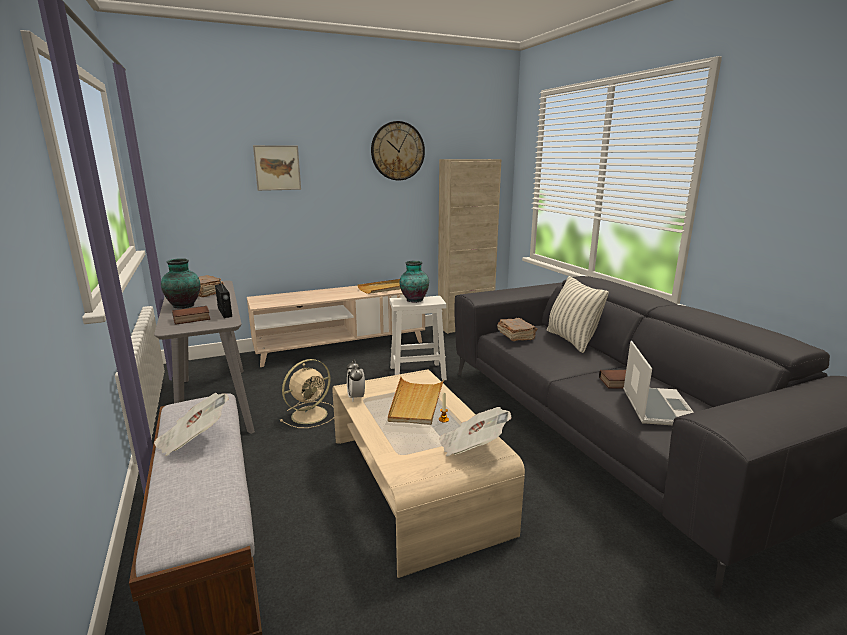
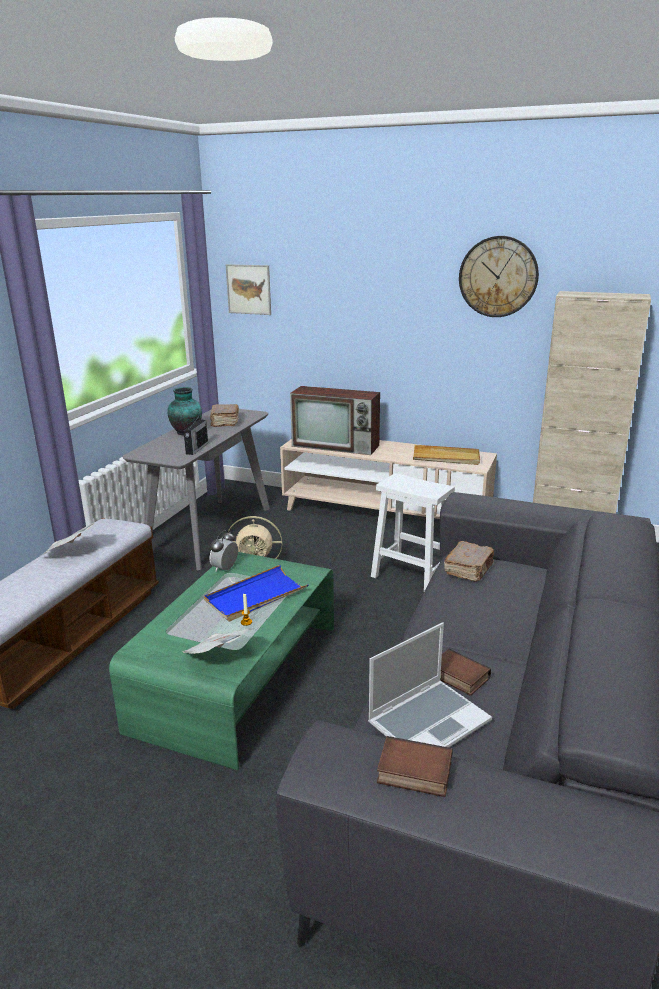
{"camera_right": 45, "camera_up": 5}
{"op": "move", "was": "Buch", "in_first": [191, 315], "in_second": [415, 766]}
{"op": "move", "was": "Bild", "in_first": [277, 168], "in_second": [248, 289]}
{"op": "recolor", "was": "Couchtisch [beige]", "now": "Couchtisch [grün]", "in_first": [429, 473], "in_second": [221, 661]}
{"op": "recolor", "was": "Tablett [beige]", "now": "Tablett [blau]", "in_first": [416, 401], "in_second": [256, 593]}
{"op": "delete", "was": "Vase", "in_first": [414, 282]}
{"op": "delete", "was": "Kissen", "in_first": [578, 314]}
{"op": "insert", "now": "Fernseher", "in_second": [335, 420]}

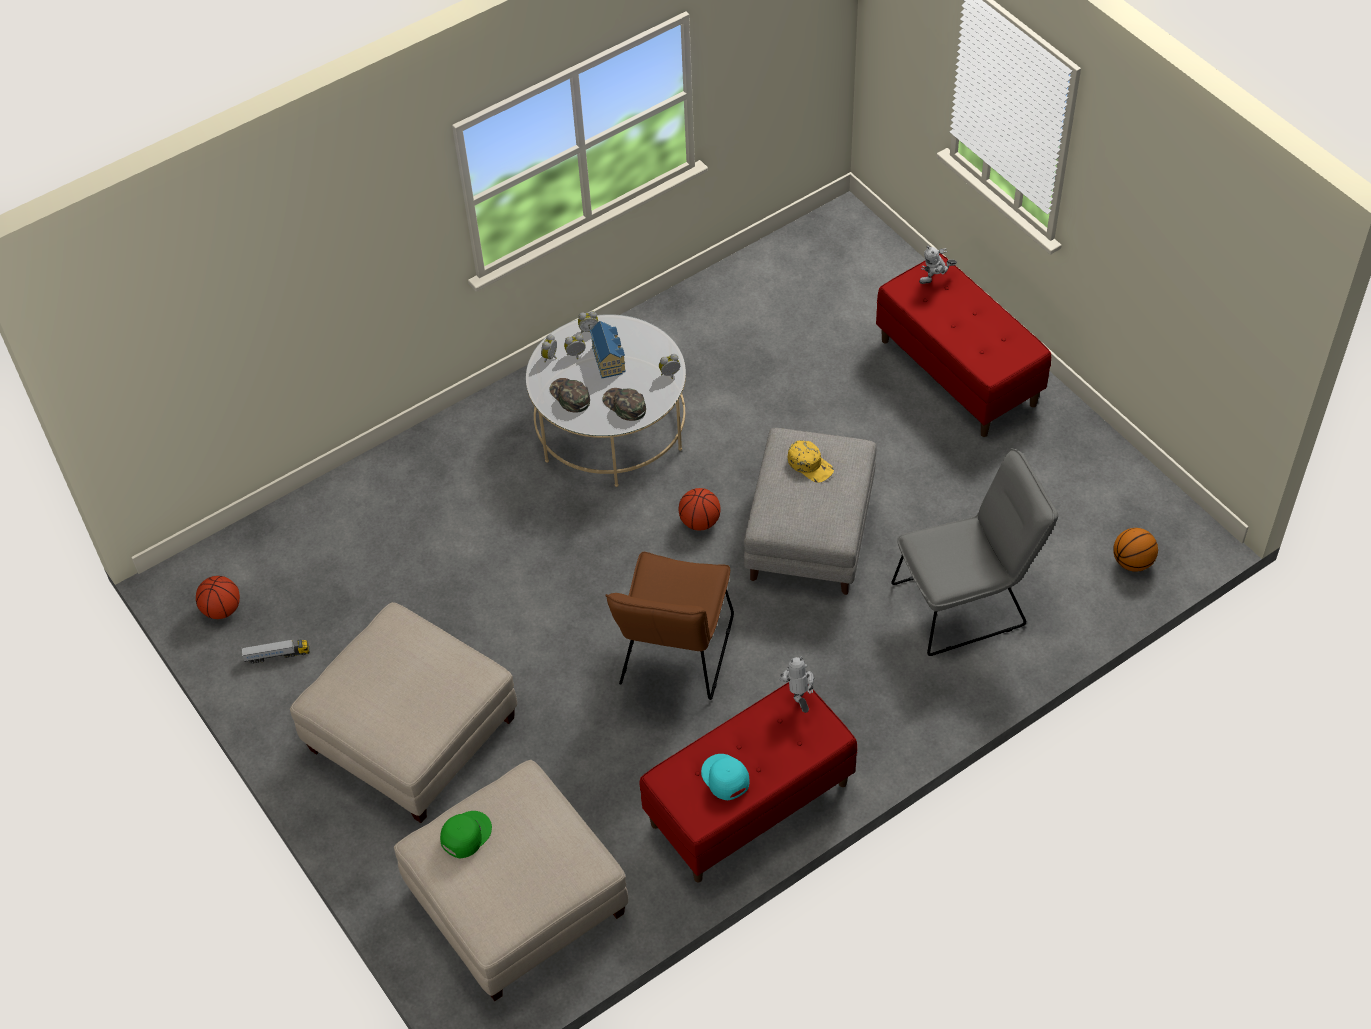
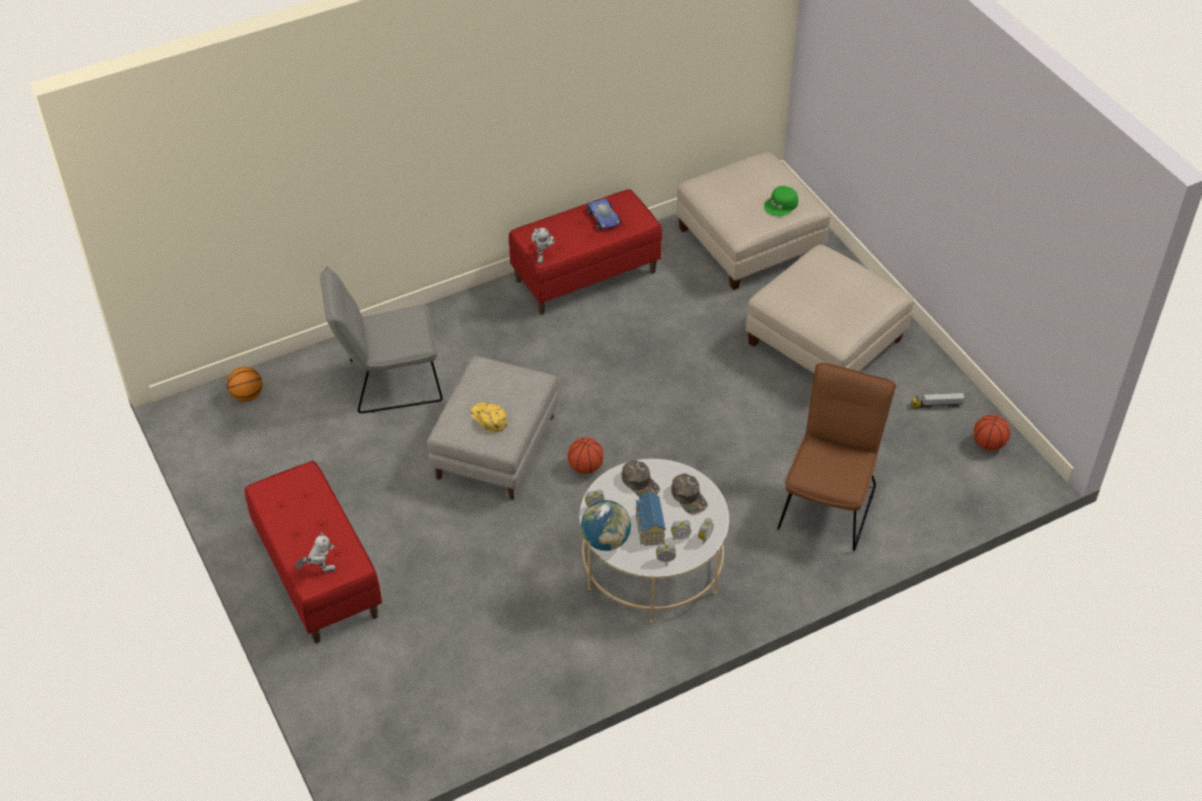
{"camera_right": -175, "camera_up": -5}
{"op": "move", "was": "Stuhl [braun]", "in_first": [669, 626], "in_second": [836, 457]}
{"op": "replace", "was": "Kappe [türkis]", "now": "Spielzeugauto", "in_first": [725, 777], "in_second": [604, 213]}
{"op": "insert", "now": "Globus", "in_second": [606, 525]}

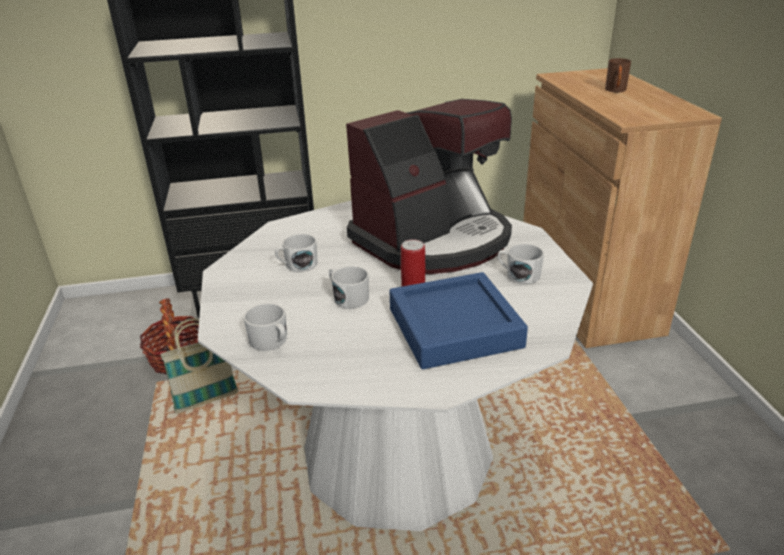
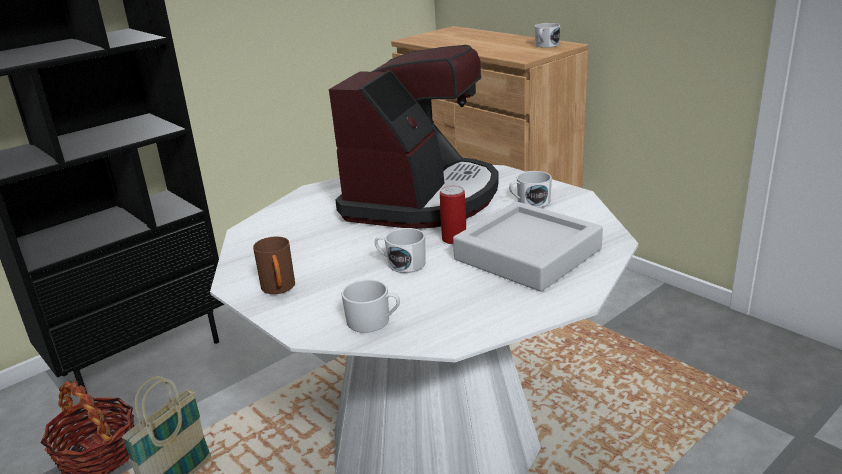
{"camera_right": -30, "camera_up": -5}
{"op": "move", "was": "Henkelbecher [weiß]", "in_first": [296, 253], "in_second": [547, 35]}
{"op": "recolor", "was": "Tablett [blau]", "now": "Tablett [grau]", "in_first": [458, 320], "in_second": [528, 247]}
{"op": "move", "was": "Henkelbecher [braun]", "in_first": [618, 75], "in_second": [274, 265]}

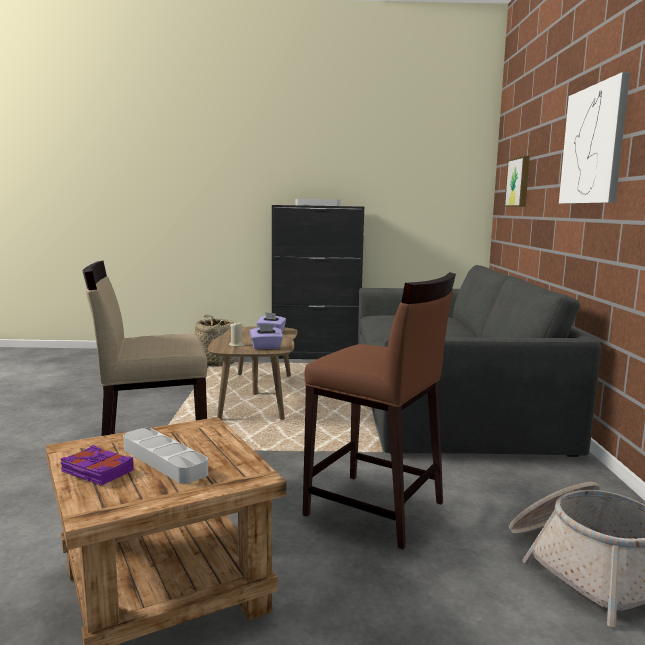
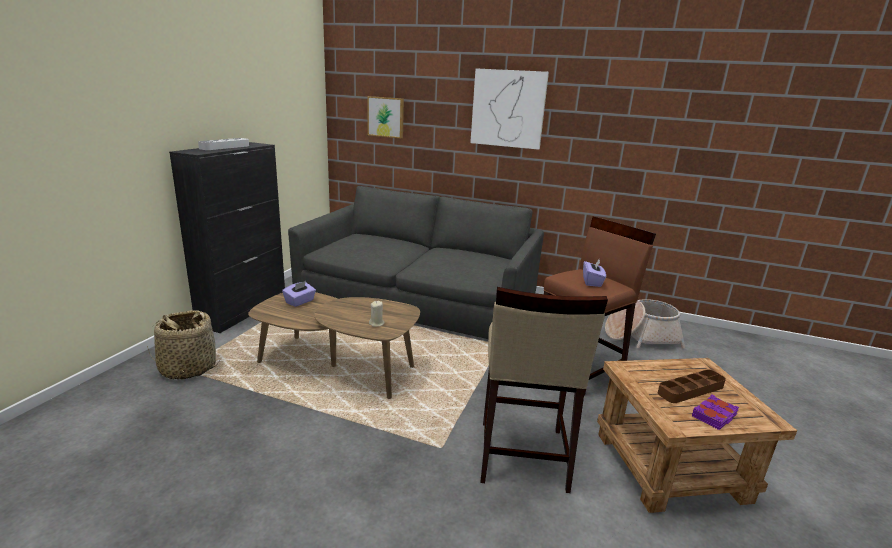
{"camera_right": -70, "camera_up": 10}
{"op": "recolor", "was": "Tablett [grau]", "now": "Tablett [braun]", "in_first": [165, 456], "in_second": [692, 386]}
{"op": "move", "was": "Taschentuchbox [lila]", "in_first": [266, 336], "in_second": [594, 273]}

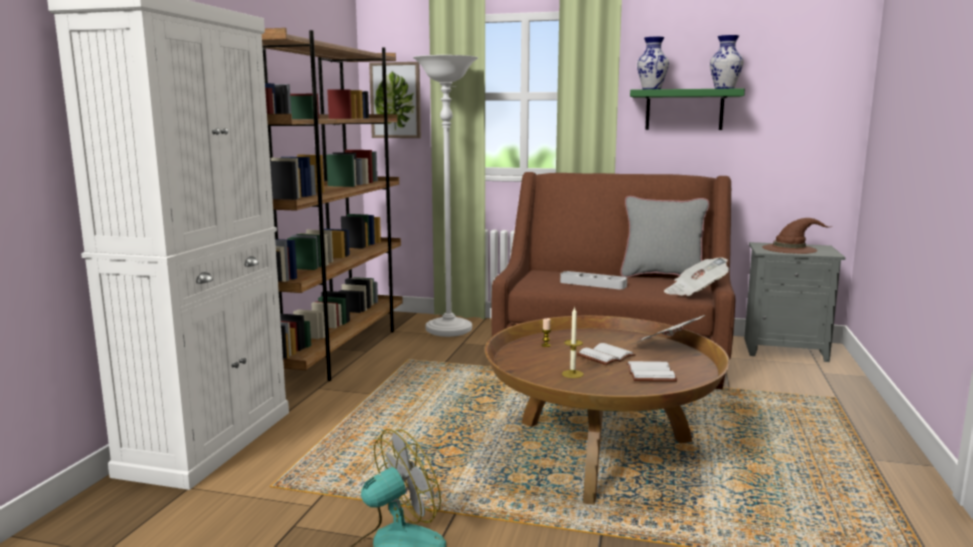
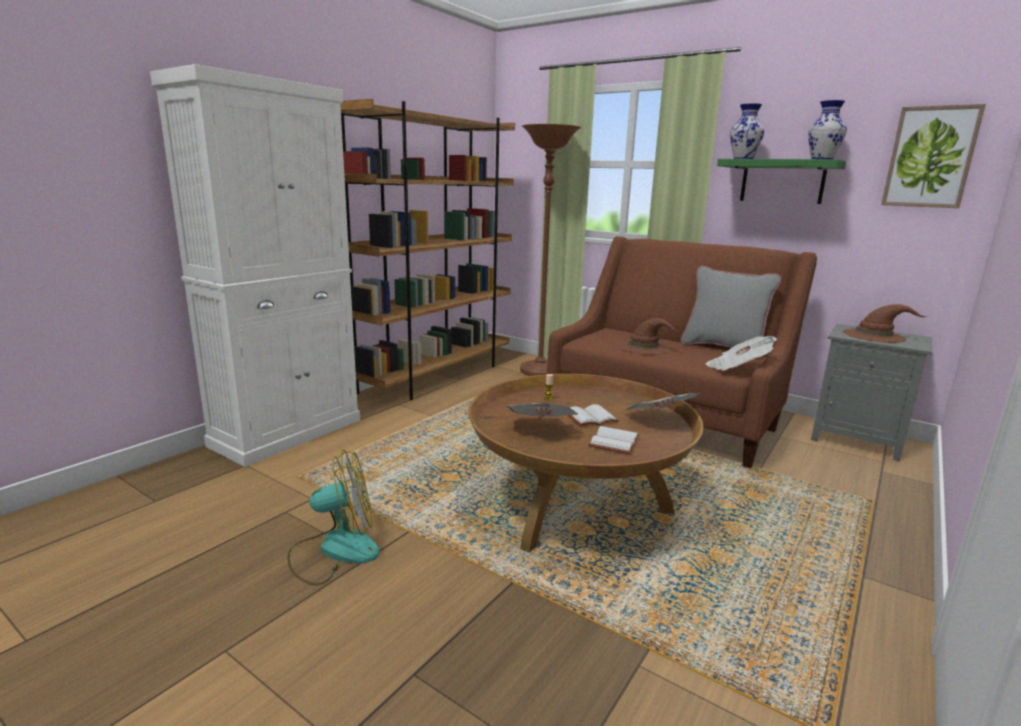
{"camera_right": 20, "camera_up": 5}
{"op": "move", "was": "Bild", "in_first": [395, 100], "in_second": [933, 156]}
{"op": "recolor", "was": "Stehlampe [weiß]", "now": "Stehlampe [braun]", "in_first": [445, 196], "in_second": [550, 250]}
{"op": "replace", "was": "Tablett [grau]", "now": "Hut [braun]", "in_first": [593, 280], "in_second": [647, 336]}
{"op": "replace", "was": "Kerze", "now": "Zeitung", "in_first": [573, 342], "in_second": [541, 410]}

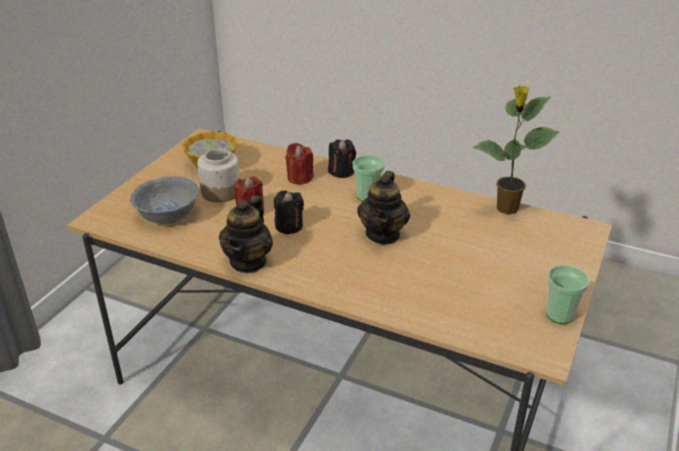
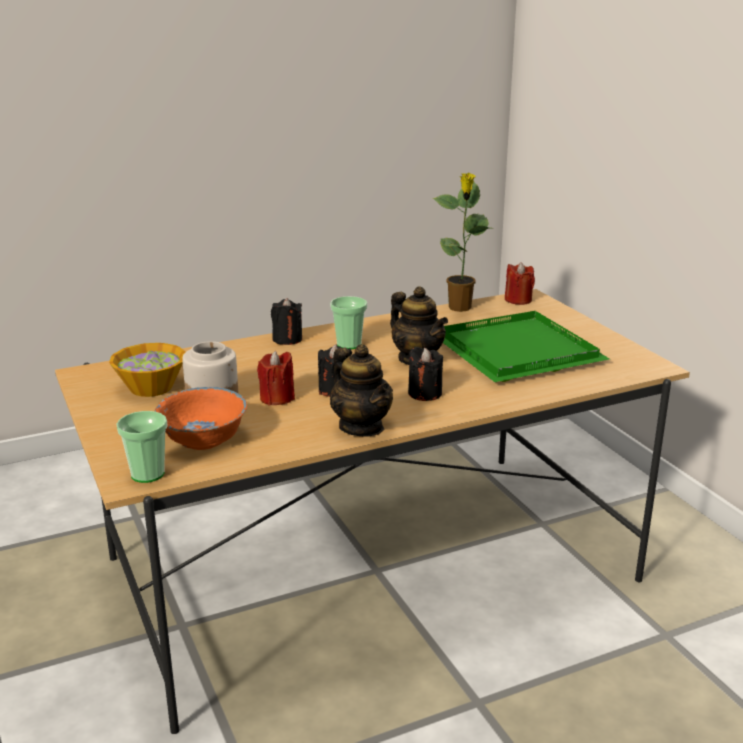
{"camera_right": -50, "camera_up": -10}
{"op": "recolor", "was": "Schüssel [grau]", "now": "Schüssel [orange]", "in_first": [164, 200], "in_second": [200, 418]}
{"op": "move", "was": "Kerze [rot]", "in_first": [299, 163], "in_second": [520, 283]}
{"op": "move", "was": "Tasse", "in_first": [568, 294], "in_second": [141, 447]}
{"op": "insert", "now": "Kerze [schwarz]", "in_second": [425, 374]}
{"op": "insert", "now": "Tablett [grün]", "in_second": [526, 346]}

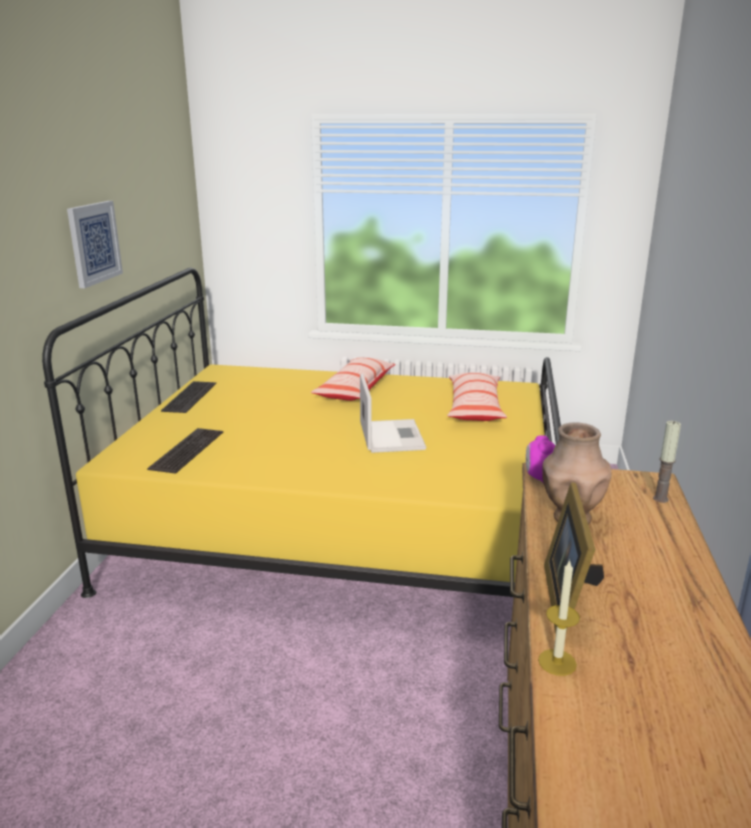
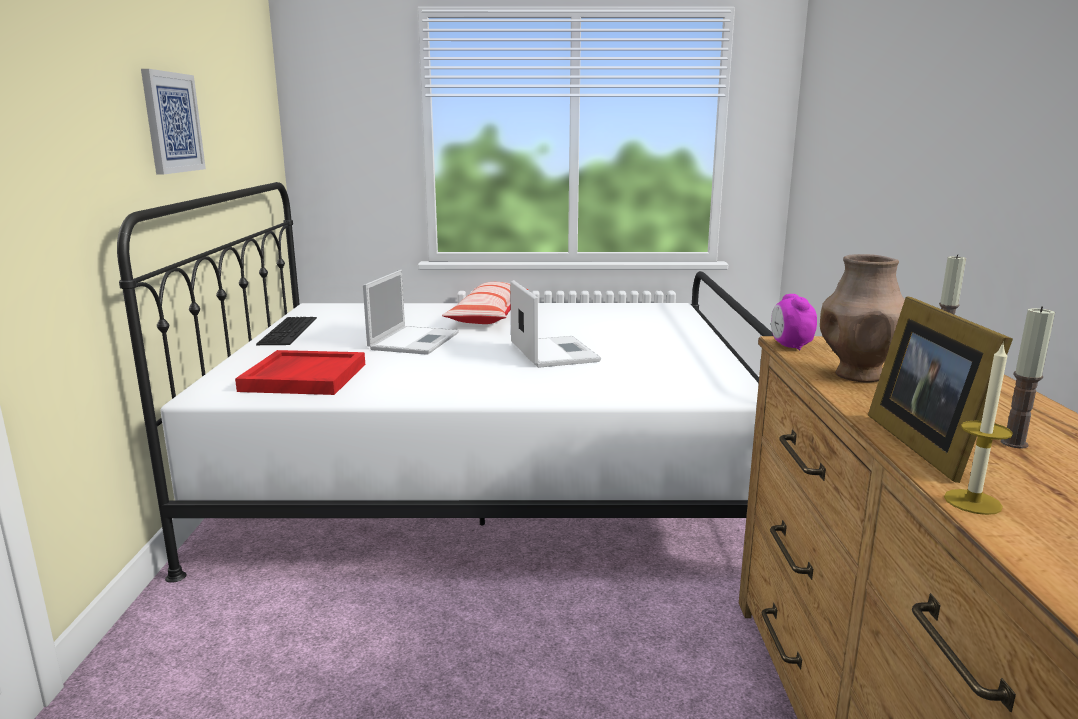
{"camera_right": -10, "camera_up": -5}
{"op": "recolor", "was": "Bett [gelb]", "now": "Bett [weiß]", "in_first": [301, 433], "in_second": [445, 382]}
{"op": "replace", "was": "Tastatur", "now": "Tablett [rot]", "in_first": [185, 451], "in_second": [300, 372]}
{"op": "delete", "was": "Kissen", "in_first": [477, 397]}
{"op": "insert", "now": "Laptop", "in_second": [411, 312]}
{"op": "insert", "now": "Kerze", "in_second": [1028, 377]}

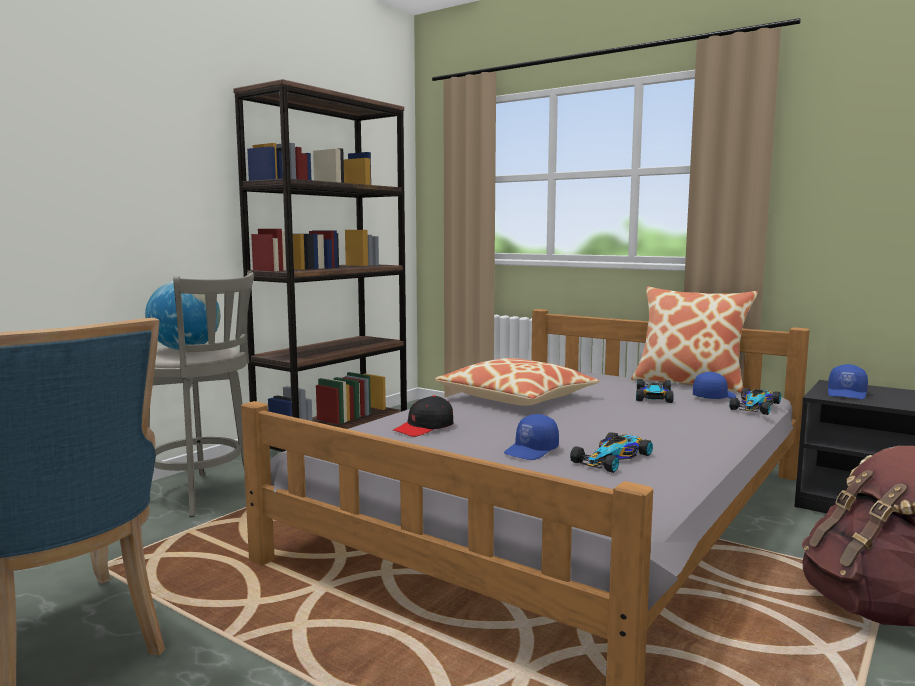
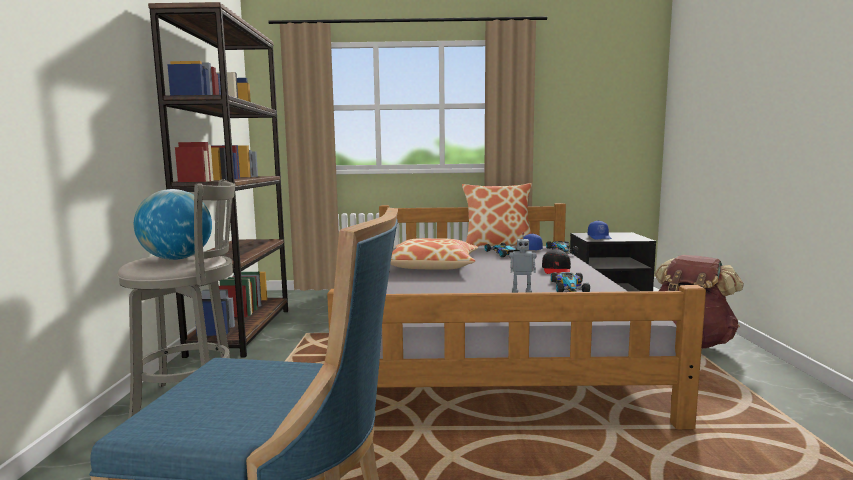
{"camera_right": -35, "camera_up": 0}
{"op": "move", "was": "Kappe [schwarz]", "in_first": [423, 416], "in_second": [556, 261]}
{"op": "replace", "was": "Kappe [blau]", "now": "Spielzeugroboter", "in_first": [531, 437], "in_second": [522, 262]}

